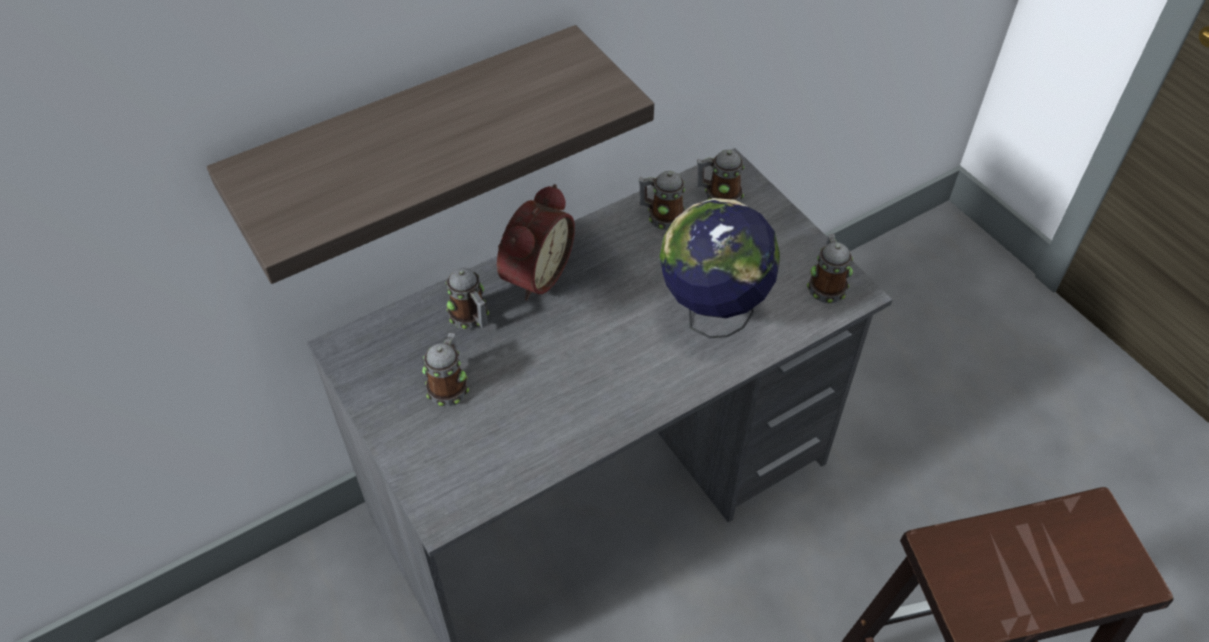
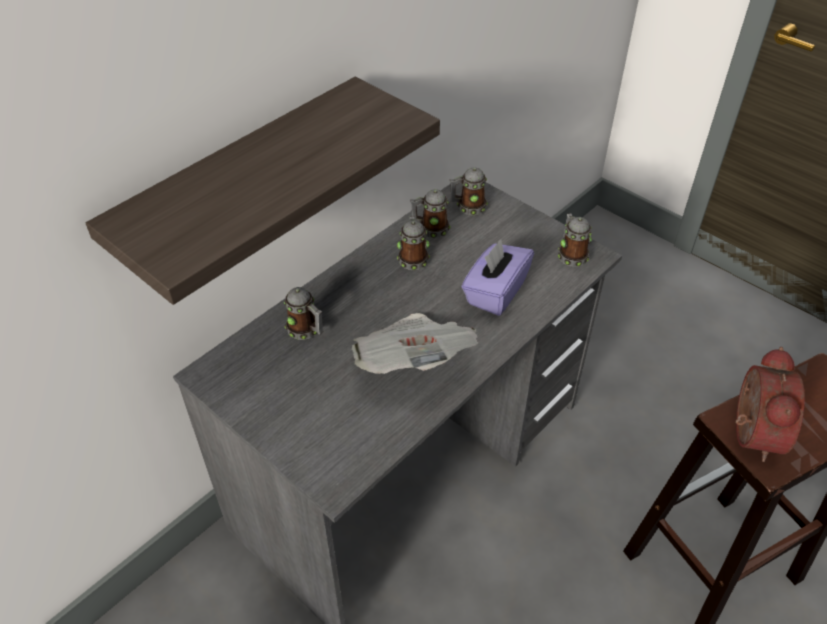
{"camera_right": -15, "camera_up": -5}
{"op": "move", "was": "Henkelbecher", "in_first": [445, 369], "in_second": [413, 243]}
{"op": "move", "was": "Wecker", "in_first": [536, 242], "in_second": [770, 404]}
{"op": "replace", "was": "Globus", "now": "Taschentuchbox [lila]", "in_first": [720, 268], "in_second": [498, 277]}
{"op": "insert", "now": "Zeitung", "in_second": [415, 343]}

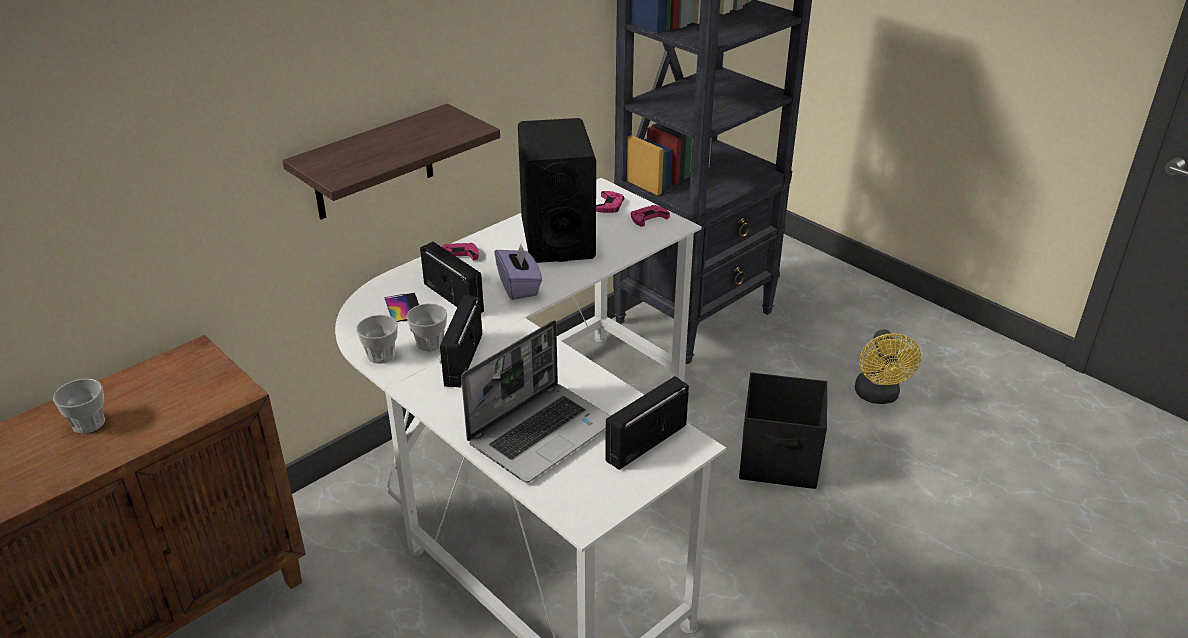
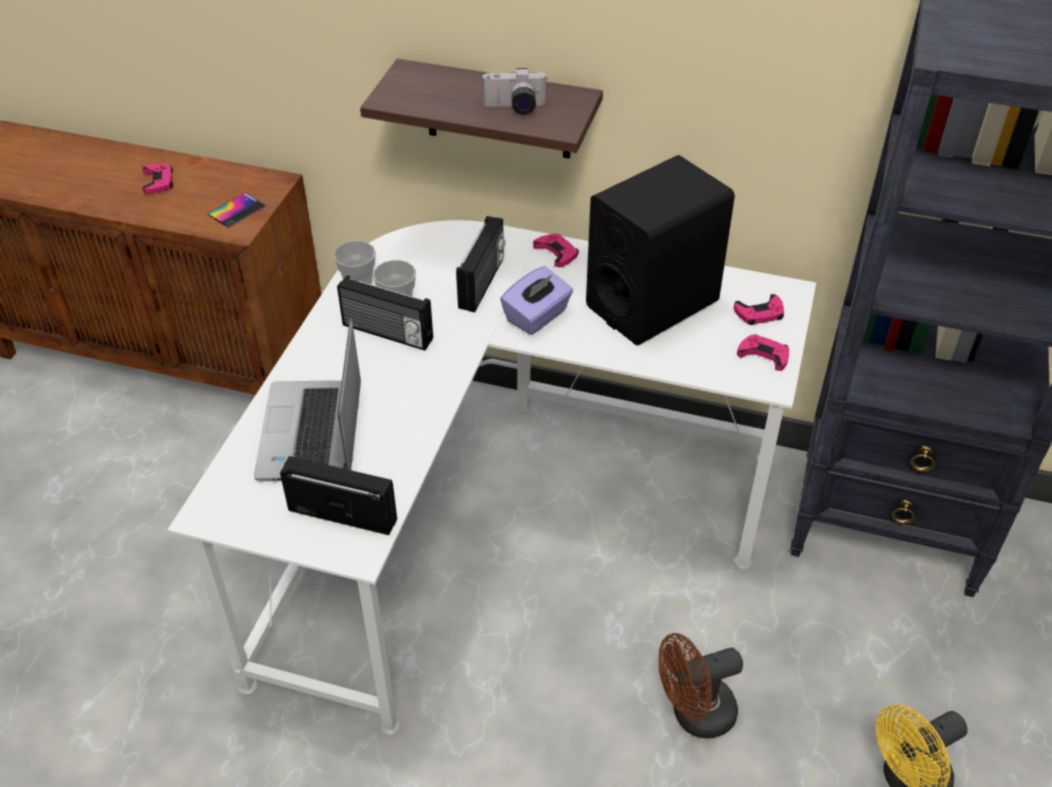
{"camera_right": 60, "camera_up": 10}
{"op": "replace", "was": "Tasse", "now": "Gamepad [rosa]", "in_first": [79, 405], "in_second": [157, 179]}
{"op": "move", "was": "Handy", "in_first": [402, 307], "in_second": [237, 210]}
{"op": "rotate", "was": "Radio", "in_first": [460, 341], "in_second": [385, 313], "clockwise": -135}
{"op": "rotate", "was": "Laptop", "in_first": [536, 401], "in_second": [307, 399], "clockwise": 75}
{"op": "replace", "was": "Aufbewahrungsbox [schwarz]", "now": "Ventilator [braun]", "in_first": [783, 430], "in_second": [700, 686]}
{"op": "insert", "now": "Kamera", "in_second": [514, 91]}

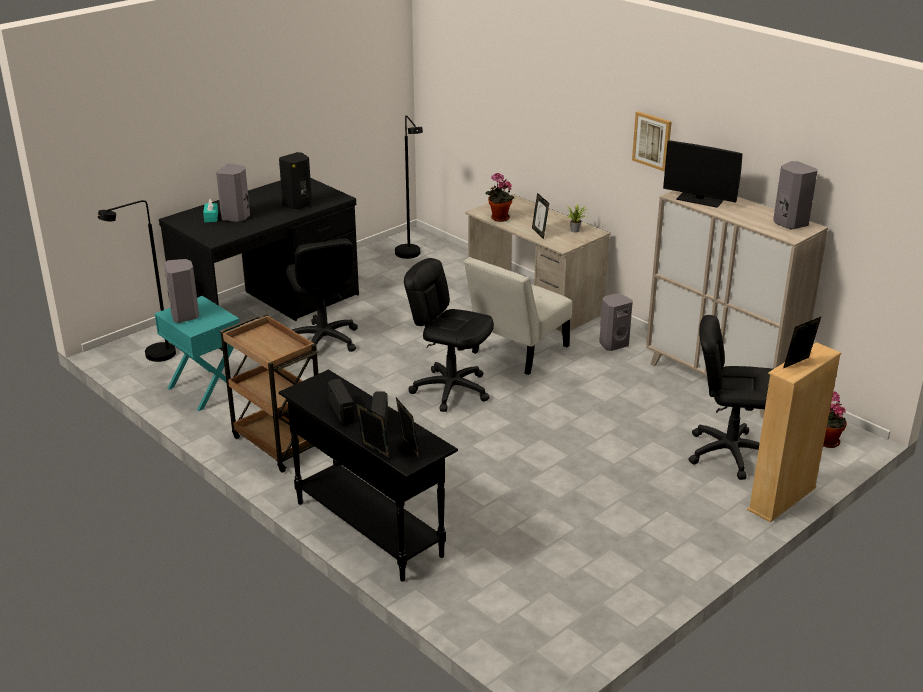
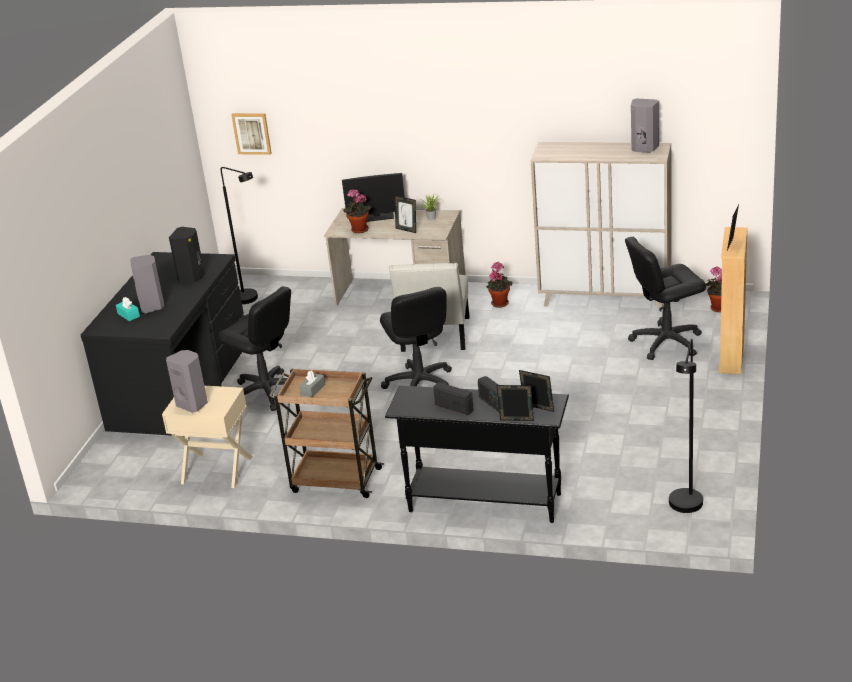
{"camera_right": -30, "camera_up": 0}
{"op": "move", "was": "Stehlampe [schwarz]", "in_first": [137, 281], "in_second": [686, 426]}
{"op": "recolor", "was": "Nachttisch [türkis]", "now": "Nachttisch [beige]", "in_first": [197, 353], "in_second": [207, 437]}
{"op": "rotate", "was": "Bürostuhl [schwarz]", "in_first": [449, 335], "in_second": [416, 338], "clockwise": -105}
{"op": "replace", "was": "Lautsprecher [grau]", "now": "Topfpflanze", "in_first": [616, 322], "in_second": [499, 285]}
{"op": "move", "was": "Bild", "in_first": [652, 141], "in_second": [251, 134]}
{"op": "move", "was": "Monitor", "in_first": [702, 174], "in_second": [373, 197]}
{"op": "insert", "now": "Taschentuchbox [grau]", "in_second": [312, 384]}

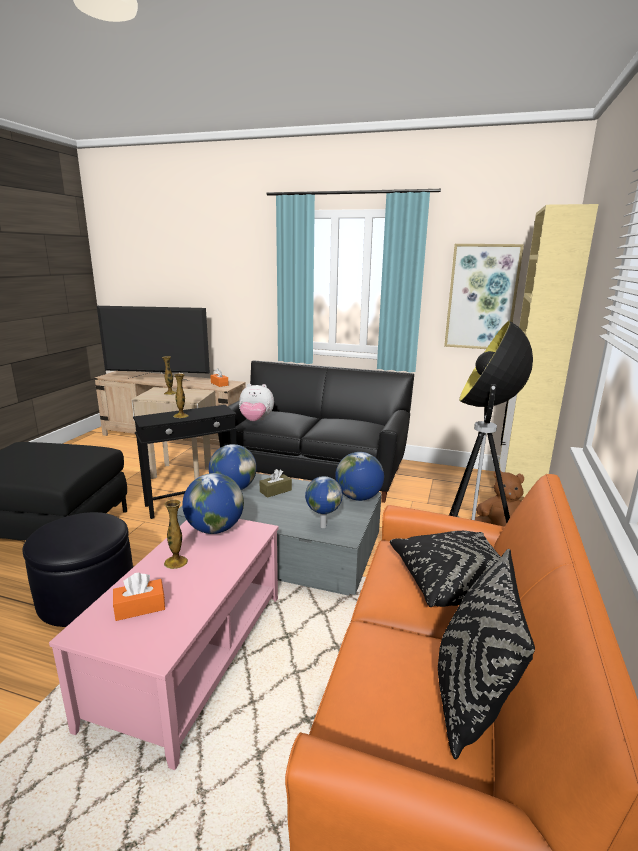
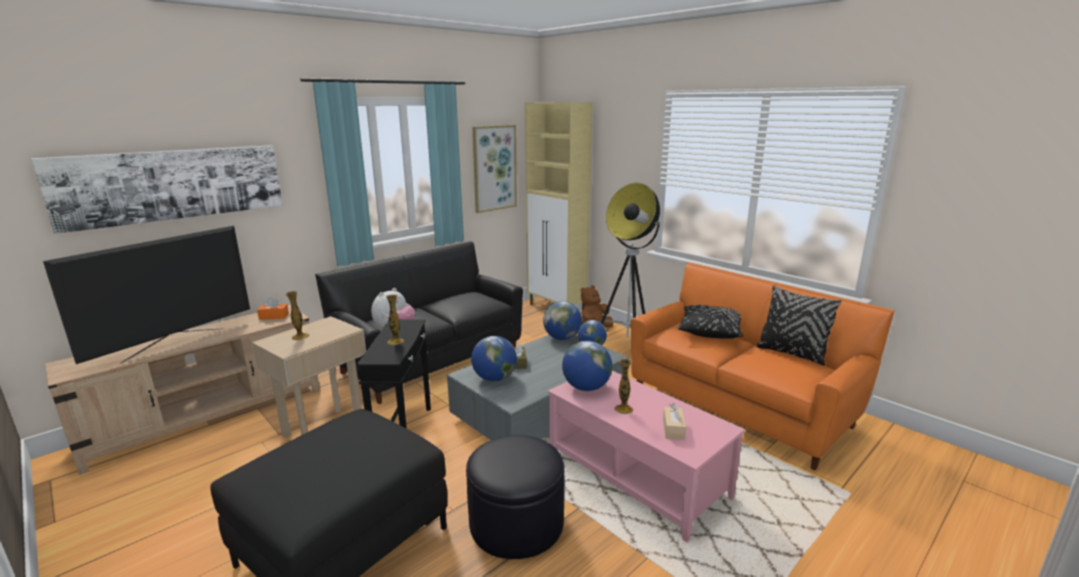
{"camera_right": -60, "camera_up": 0}
{"op": "recolor", "was": "Taschentuchbox [orange]", "now": "Taschentuchbox [beige]", "in_first": [139, 597], "in_second": [674, 421]}
{"op": "insert", "now": "Bild", "in_second": [157, 189]}

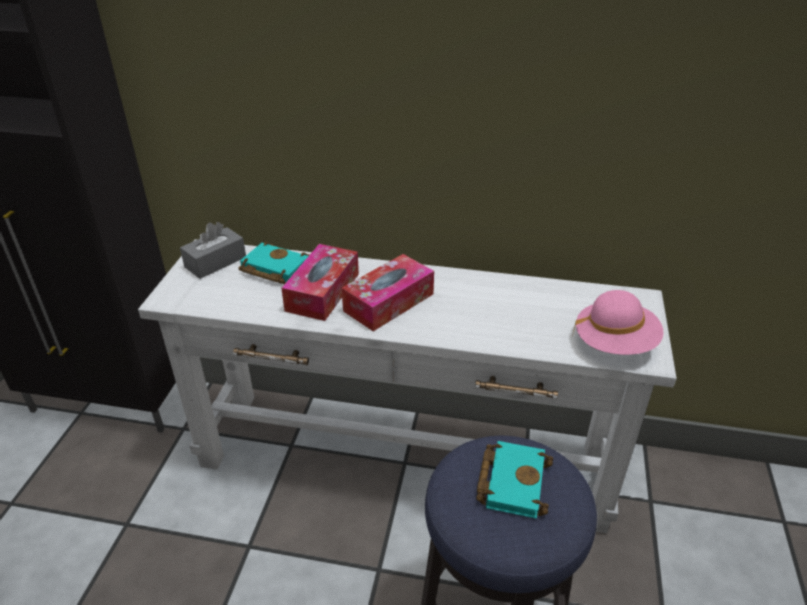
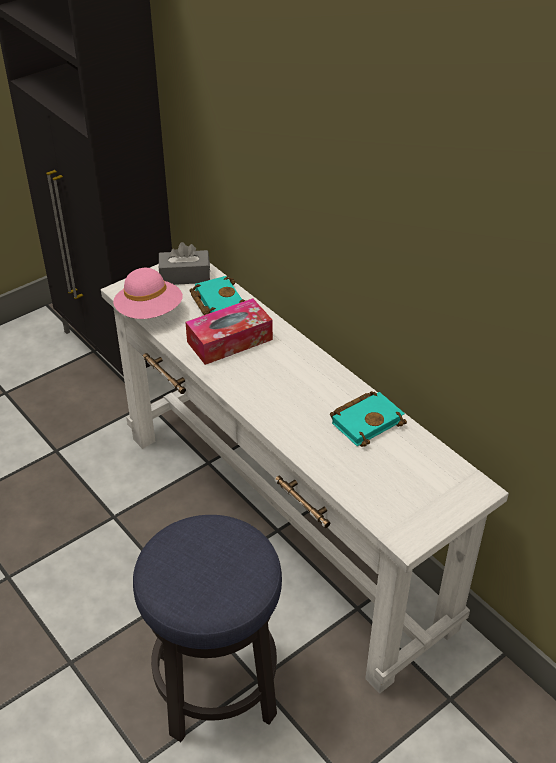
{"camera_right": 40, "camera_up": 5}
{"op": "delete", "was": "Taschentuchbox", "in_first": [387, 292]}
{"op": "move", "was": "Buch [türkis]", "in_first": [514, 480], "in_second": [368, 419]}
{"op": "move", "was": "Hut [rosa]", "in_first": [618, 322], "in_second": [148, 293]}

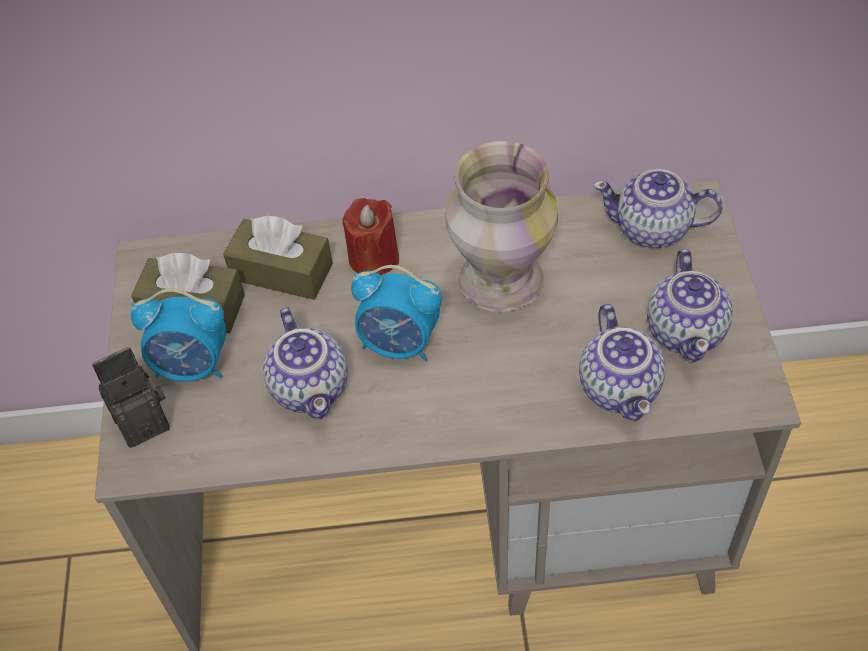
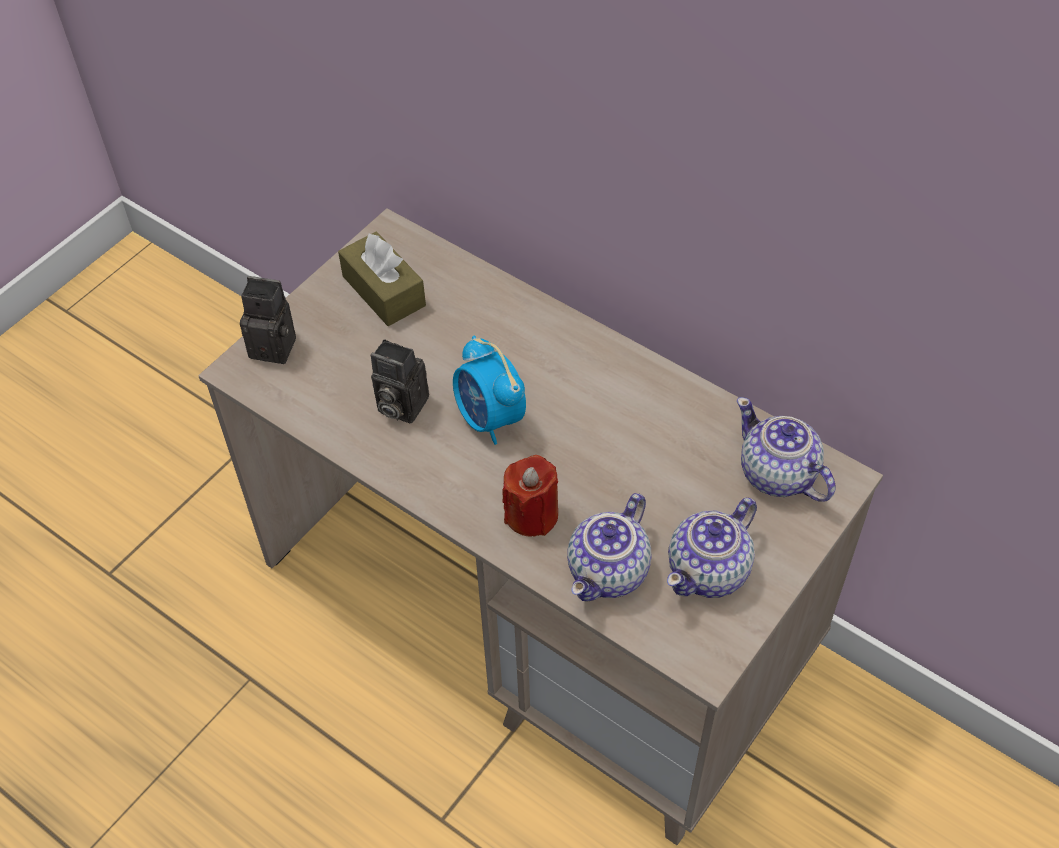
{"camera_right": 40, "camera_up": 0}
{"op": "delete", "was": "Wecker", "in_first": [179, 335]}
{"op": "delete", "was": "Taschentuchbox [braun]", "in_first": [278, 257]}
{"op": "replace", "was": "Teekanne", "now": "Kamera", "in_first": [305, 363], "in_second": [400, 381]}
{"op": "move", "was": "Kerze [rot]", "in_first": [370, 236], "in_second": [530, 496]}
{"op": "delete", "was": "Vase", "in_first": [501, 226]}

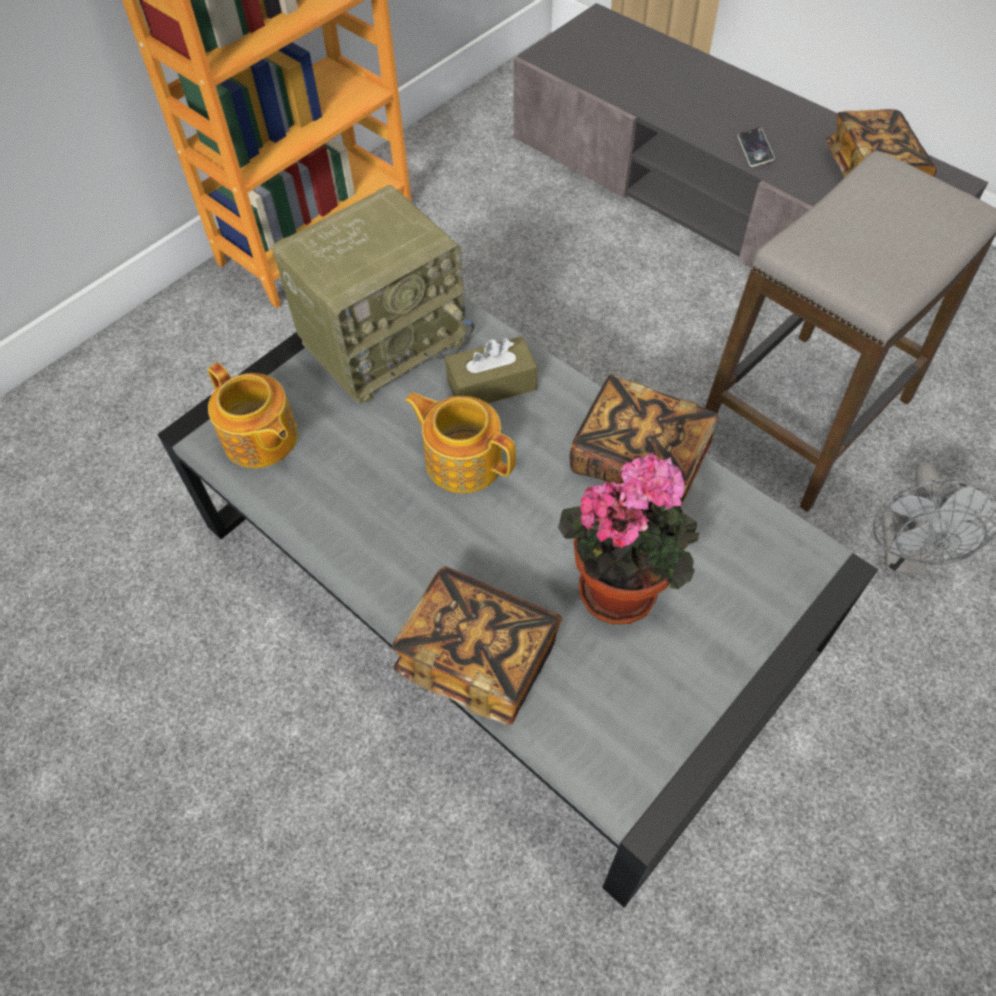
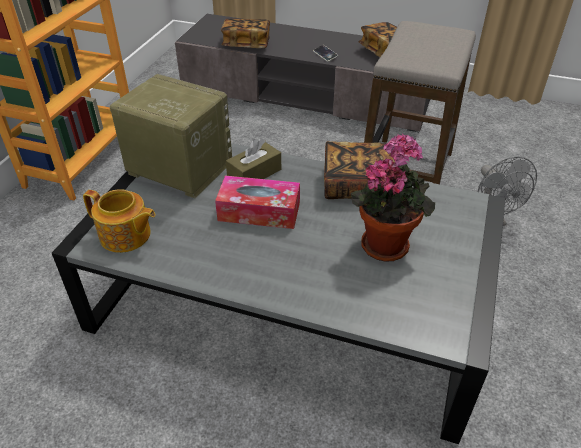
{"camera_right": -25, "camera_up": -15}
{"op": "rotate", "was": "Radio", "in_first": [373, 295], "in_second": [171, 136], "clockwise": -90}
{"op": "move", "was": "Buch", "in_first": [477, 645], "in_second": [245, 33]}
{"op": "replace", "was": "Teekanne", "now": "Taschentuchbox", "in_first": [460, 443], "in_second": [257, 202]}

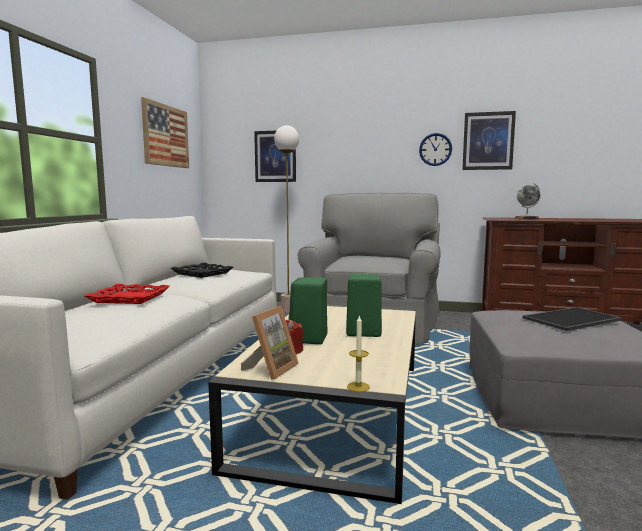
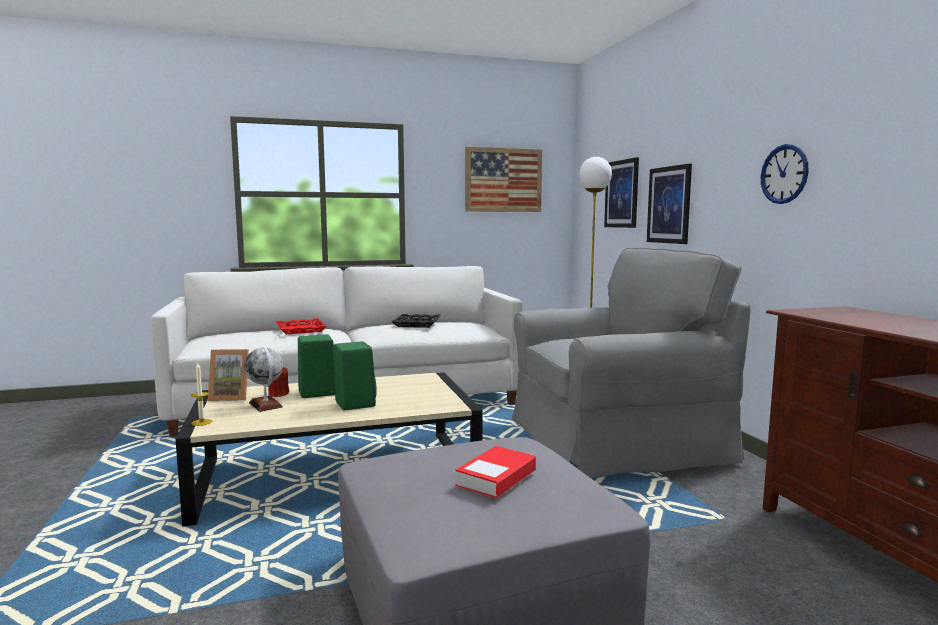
{"camera_right": 60, "camera_up": 0}
{"op": "move", "was": "Bild", "in_first": [489, 140], "in_second": [669, 204]}
{"op": "move", "was": "Globus", "in_first": [527, 201], "in_second": [263, 379]}
{"op": "replace", "was": "Tablett", "now": "Buch", "in_first": [572, 319], "in_second": [495, 472]}

